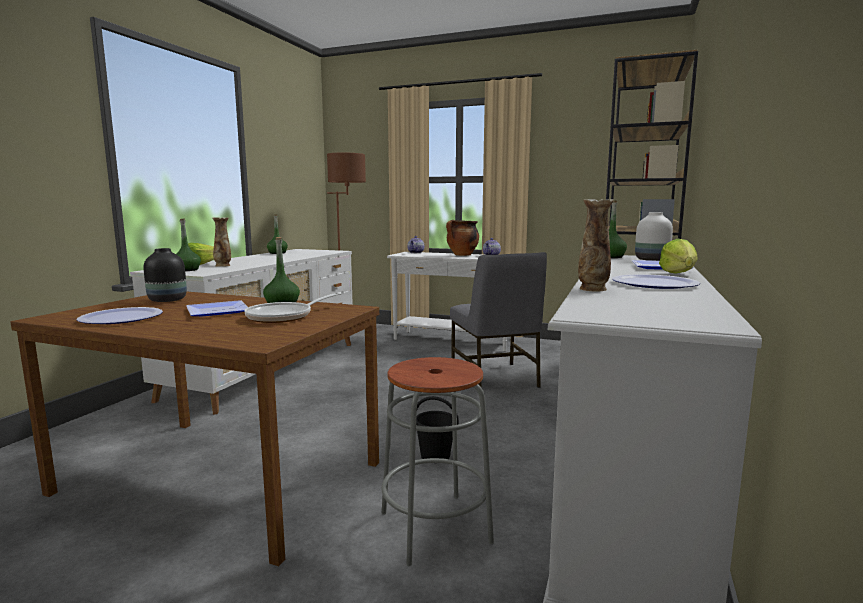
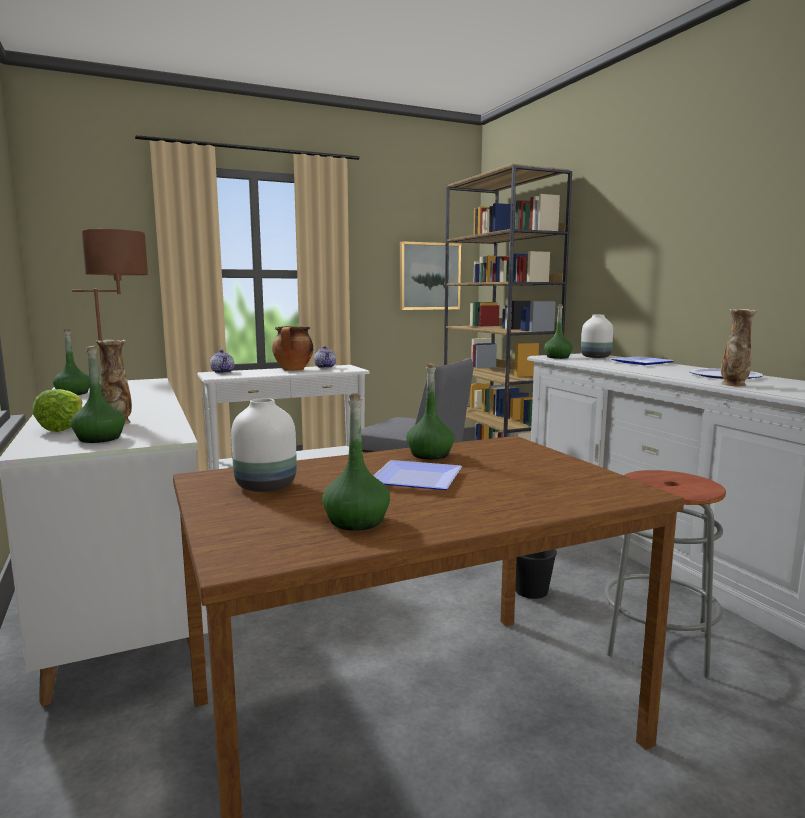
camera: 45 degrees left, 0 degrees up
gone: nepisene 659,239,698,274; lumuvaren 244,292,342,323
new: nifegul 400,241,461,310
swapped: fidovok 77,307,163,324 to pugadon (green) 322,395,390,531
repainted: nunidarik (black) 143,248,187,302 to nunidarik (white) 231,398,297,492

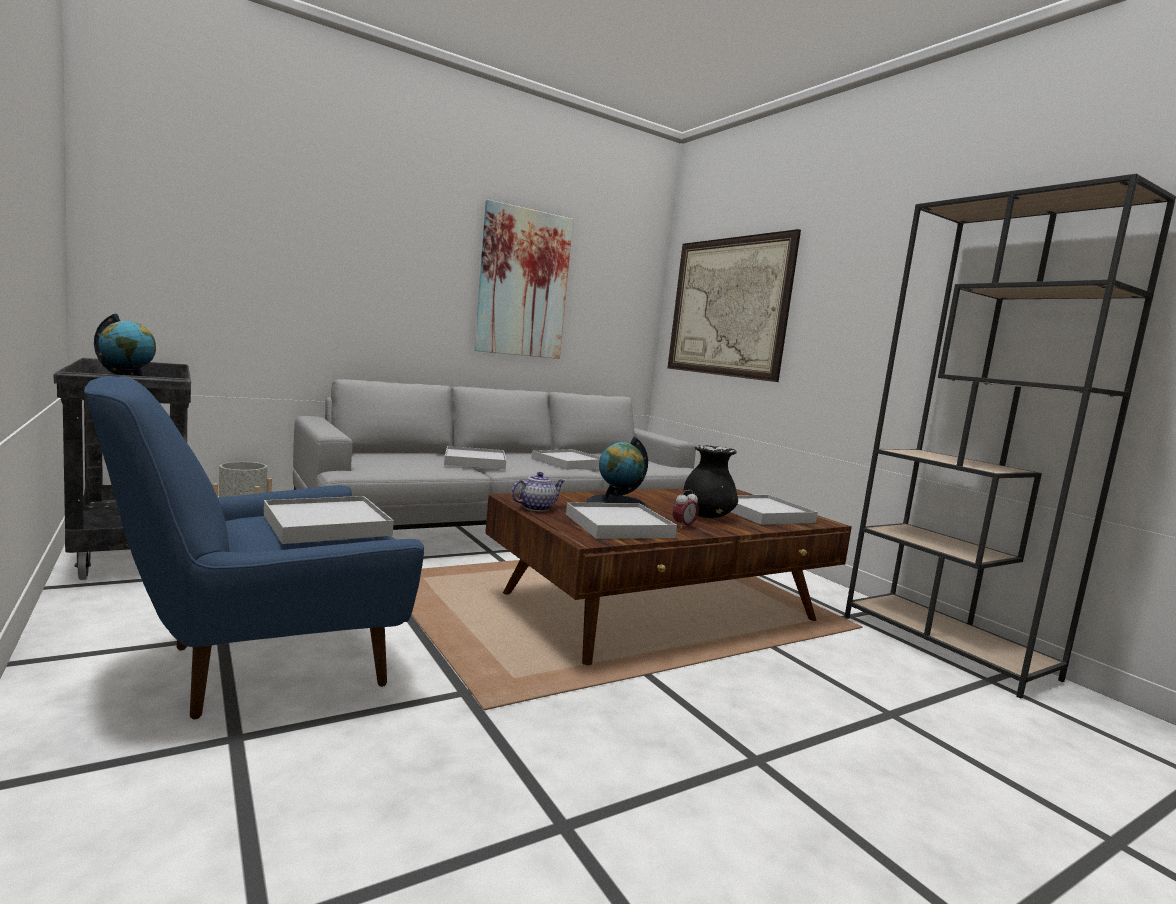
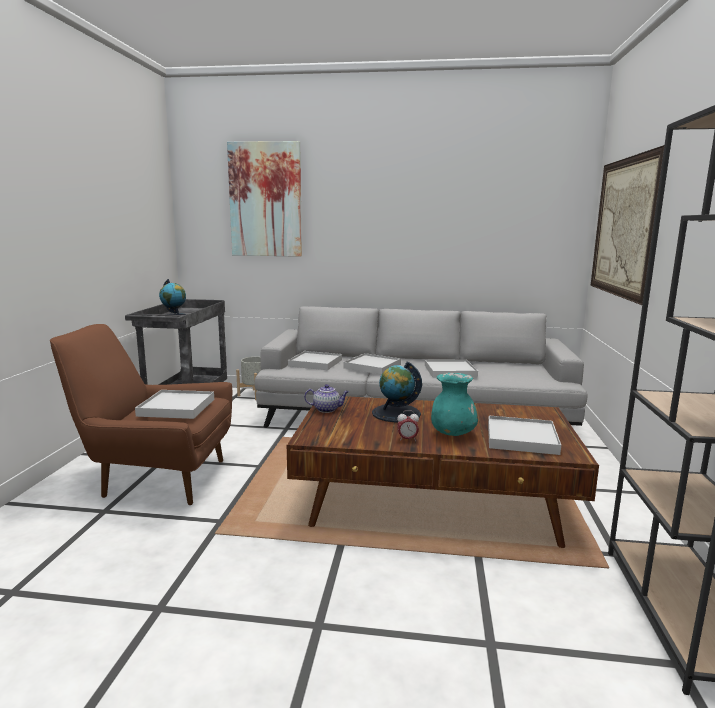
camera: 40 degrees right, 5 degrees up
shifted: nifegul 474,200,573,359 to 227,141,302,257; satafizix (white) 566,503,677,539 to 288,351,342,370
repainted: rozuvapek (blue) 84,376,424,719 to rozuvapek (brown) 50,324,232,505; nunidarik (black) 683,445,738,518 to nunidarik (turquoise) 431,373,478,436

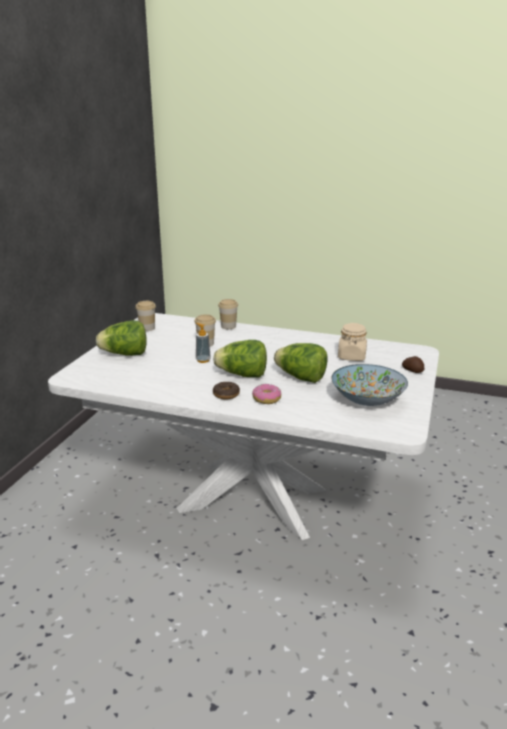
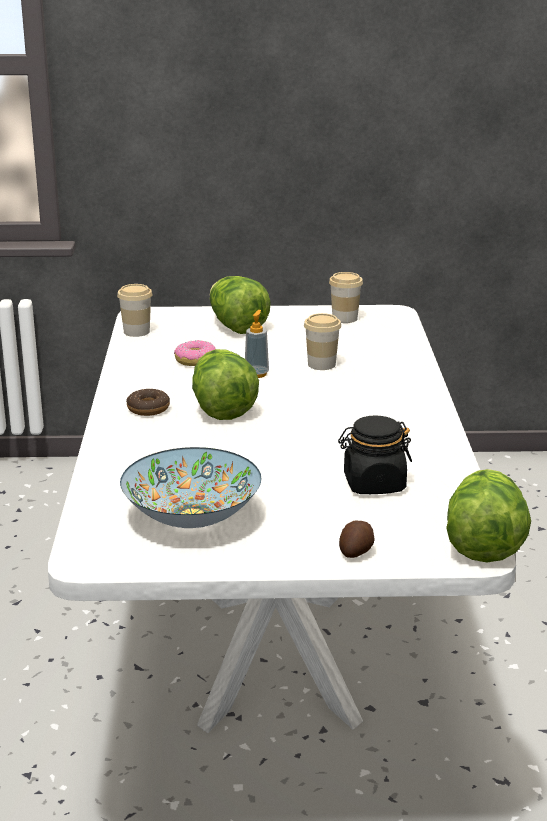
camera: 70 degrees right, 0 degrees up
shifted: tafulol 218,299,238,329 to 117,284,152,337; nepisene 274,343,328,383 to 446,469,531,562; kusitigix 252,384,281,404 to 174,340,216,366
repainted: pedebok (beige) 338,323,367,361 to pedebok (black) 338,416,412,494

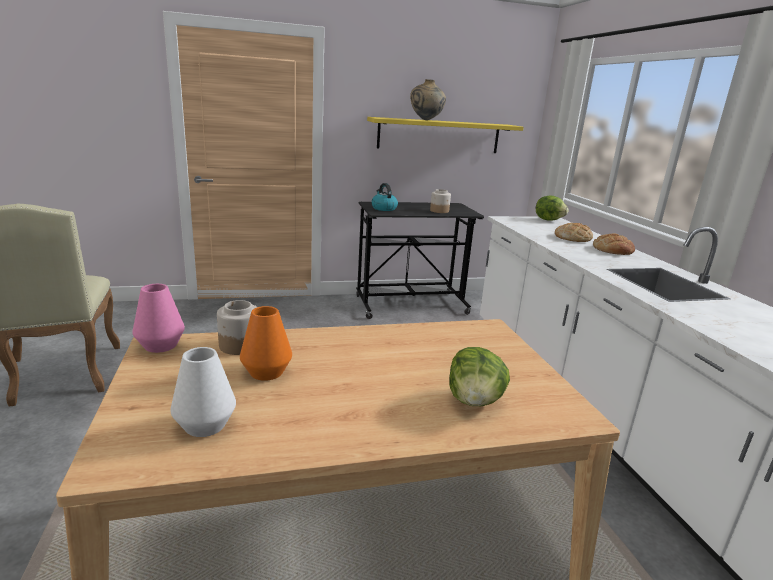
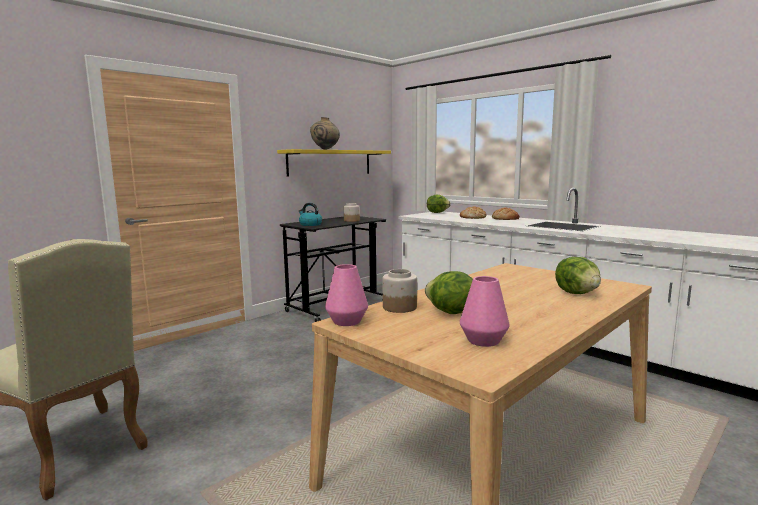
camera: 30 degrees left, 10 degrees down
swapped: nunidarik (orange) 240,306,292,381 to nepisene 425,271,473,314
repainted: nunidarik (white) 170,347,236,437 to nunidarik (pink) 460,276,510,347

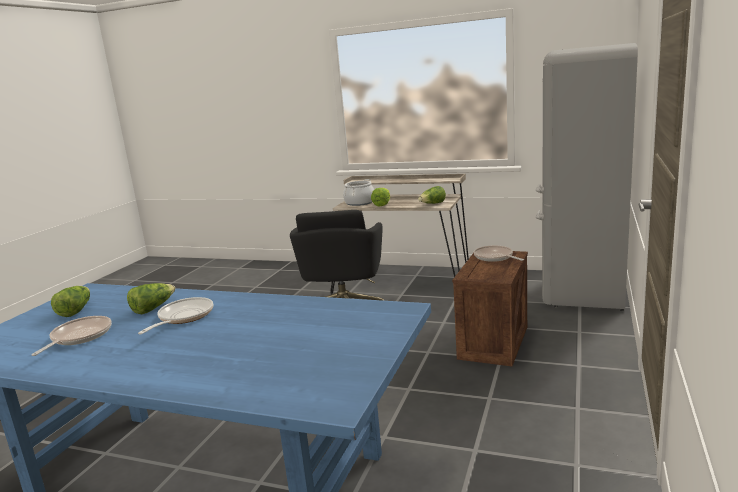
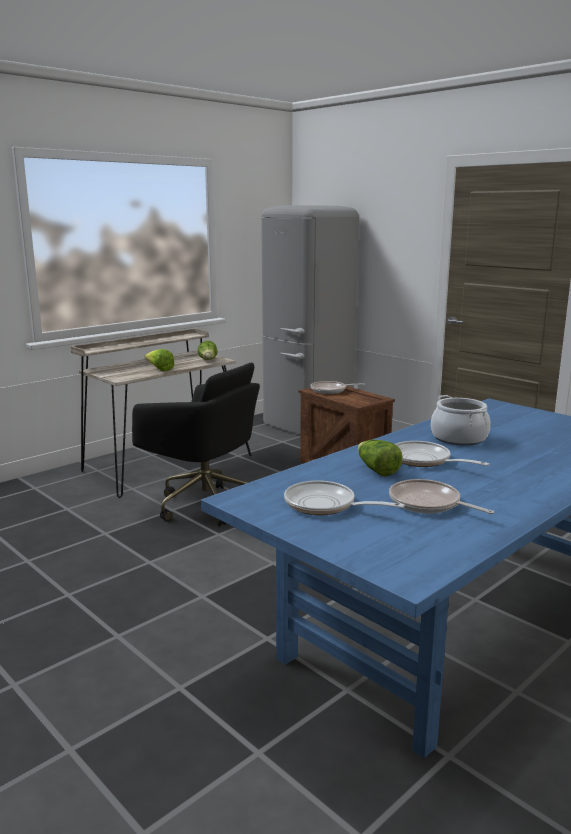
camera: 65 degrees left, 0 degrees up
shifted: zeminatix 343,179,374,206 to 431,395,490,446
swapped: nepisene 51,286,90,317 to lumuvaren 284,481,405,515

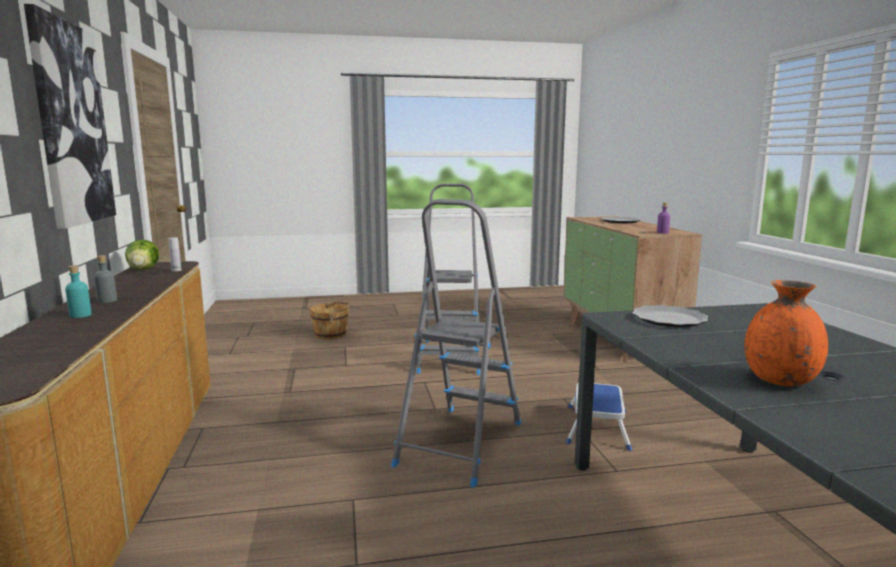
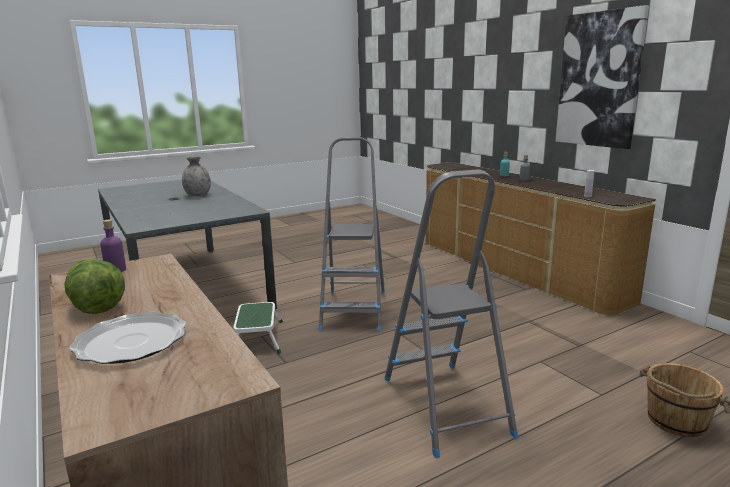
camera: 160 degrees right, 5 degrees up
gone: fidovok 632,305,708,327
shifted: nepisene 125,240,159,270 to 64,259,125,314
repainted: nunidarik (orange) 745,280,828,386 to nunidarik (grey) 182,157,211,196; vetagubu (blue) 566,383,632,451 to vetagubu (green) 234,302,283,354

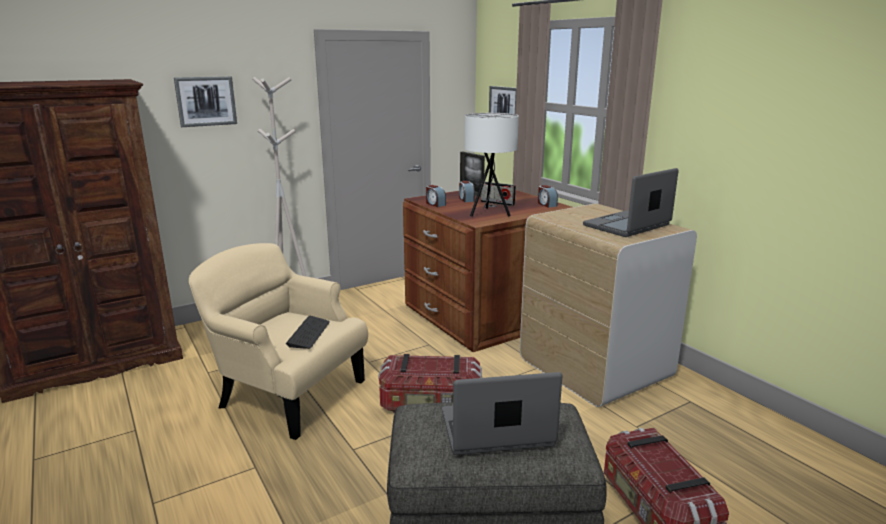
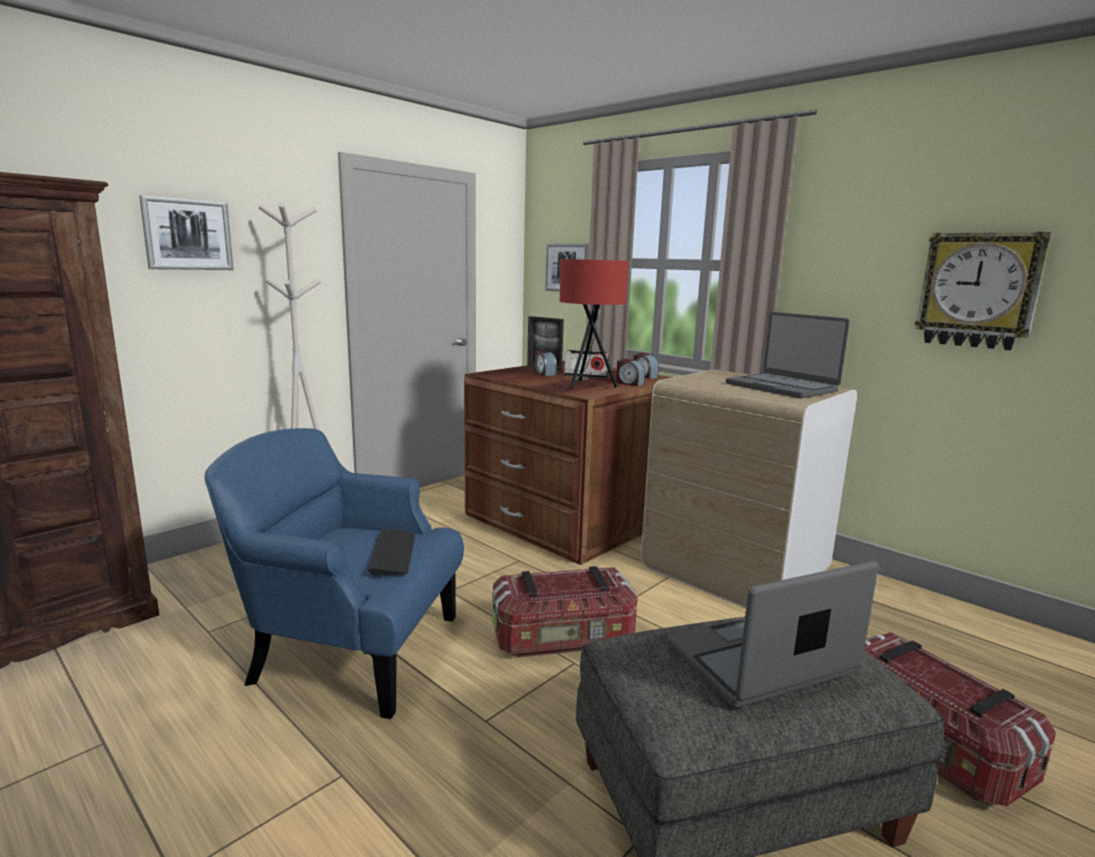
camera: 15 degrees left, 5 degrees down
new: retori 915,232,1052,350
shifted: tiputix 426,185,446,207 to 616,359,645,386
repainted: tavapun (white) 465,113,519,217 to tavapun (red) 560,259,629,389; rozuvapek (beige) 189,243,368,440 to rozuvapek (blue) 204,428,464,719
rotated: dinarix 583,168,679,237 = 726,312,850,398 75 degrees counterclockwise

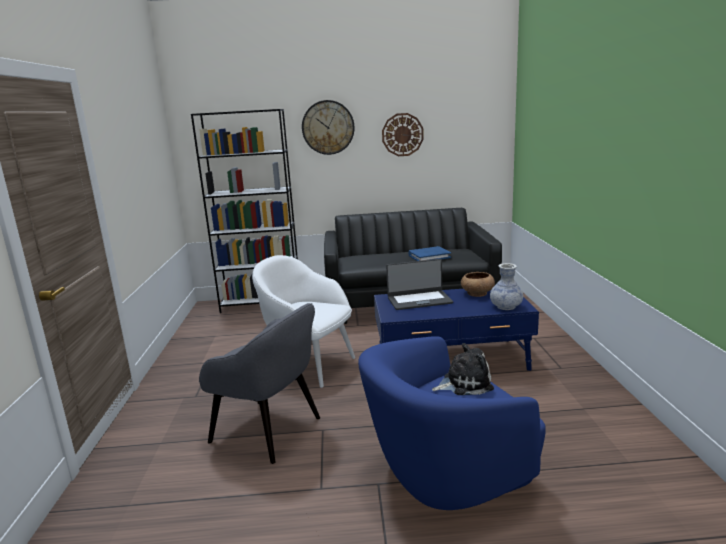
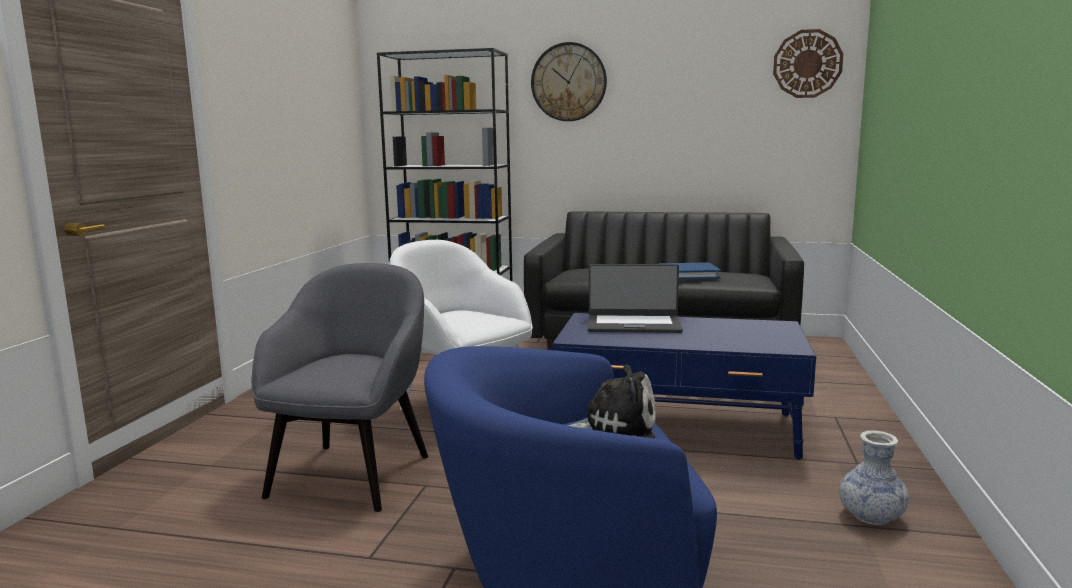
camera: 15 degrees right, 5 degrees down
gone: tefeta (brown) 461,272,495,297
shifted: retori 382,113,424,156 to 773,29,843,98; nunidarik 490,263,523,310 to 839,430,909,525
rotated: rozuvapek (grey) 199,303,320,464 = 252,263,428,512 120 degrees counterclockwise

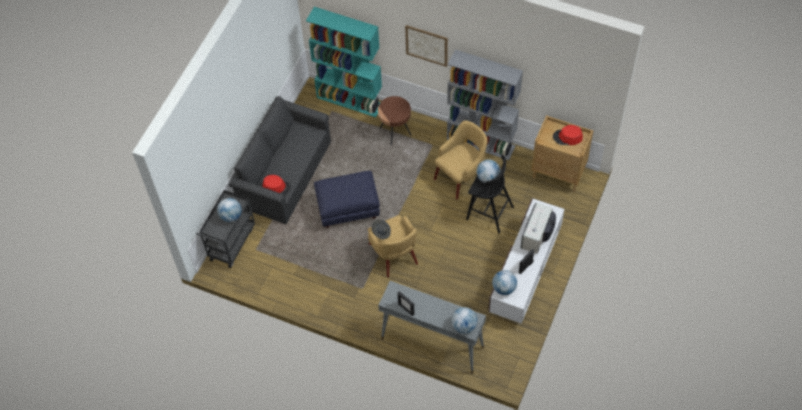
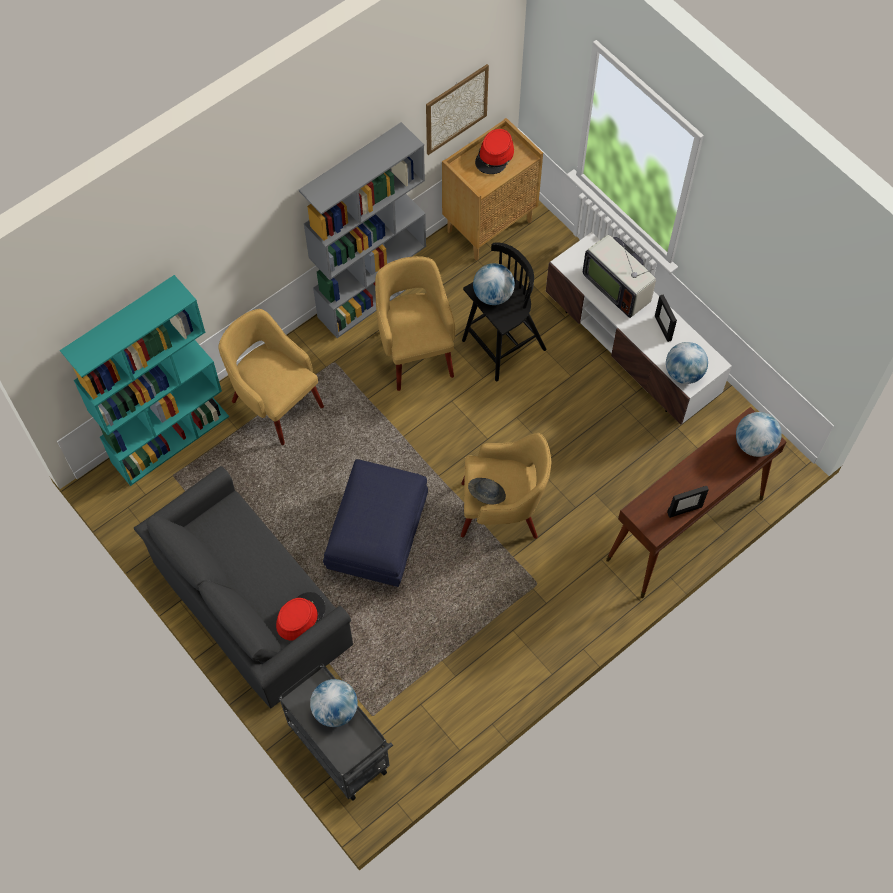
camera: 65 degrees left, 5 degrees up
shifted: nifegul 405,25,448,67 to 426,64,489,155
swapped: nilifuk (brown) 378,96,411,145 to rozuvapek (yellow) 219,309,324,445
repainted: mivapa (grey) 378,281,486,374 to mivapa (brown) 606,407,786,598

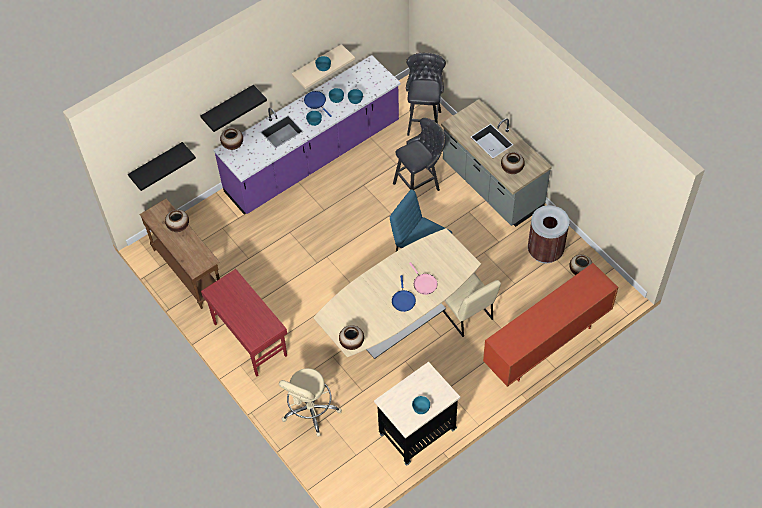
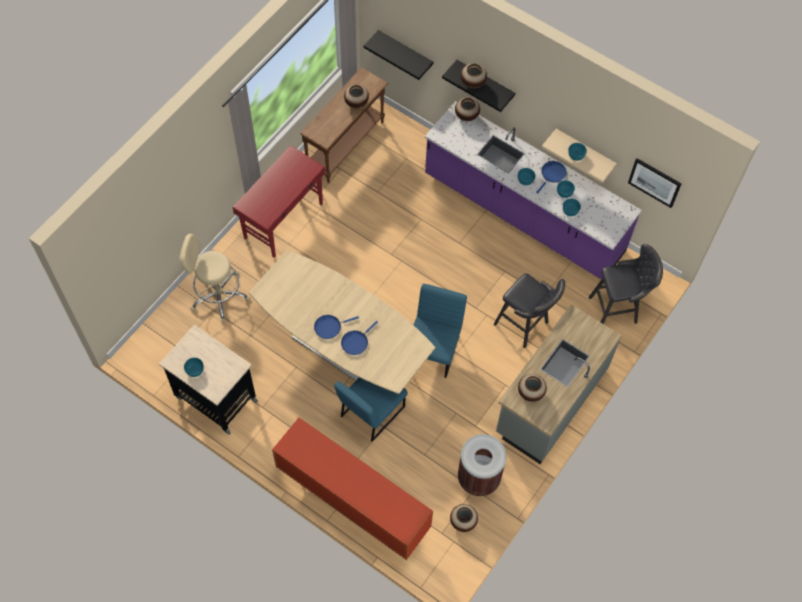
camera: 70 degrees right, 5 degrees up
new: nifegul 628,158,681,208
shifted: nunidarik 339,325,364,350 to 461,63,487,89
repainted: lumuvaren (pink) 409,262,438,295 to lumuvaren (blue) 341,321,378,355; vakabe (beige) 443,272,501,337 to vakabe (blue) 334,377,408,442

